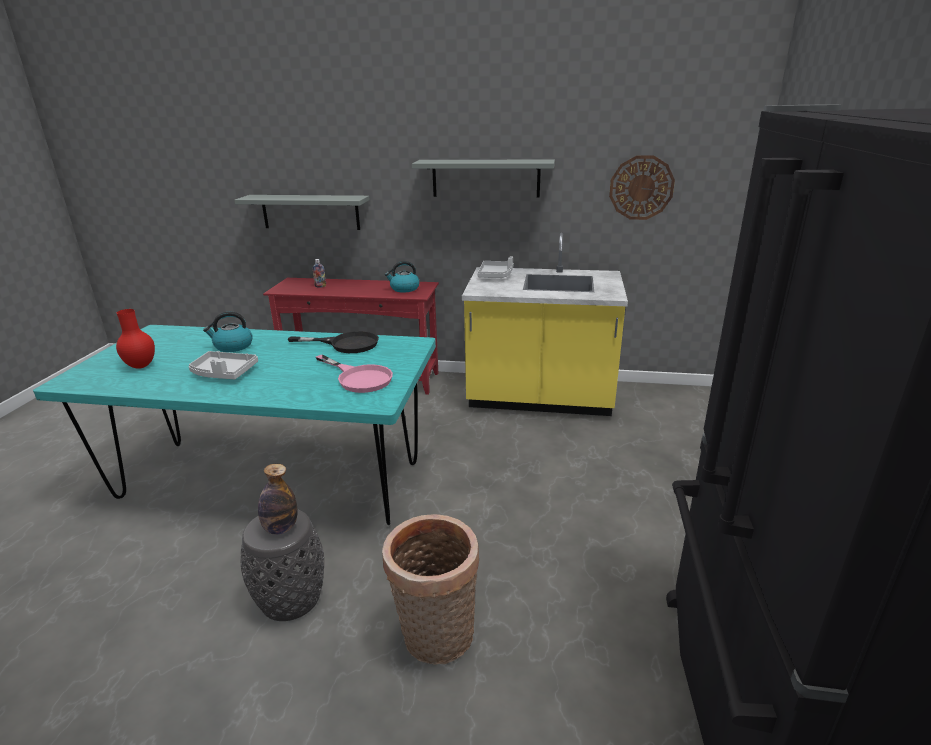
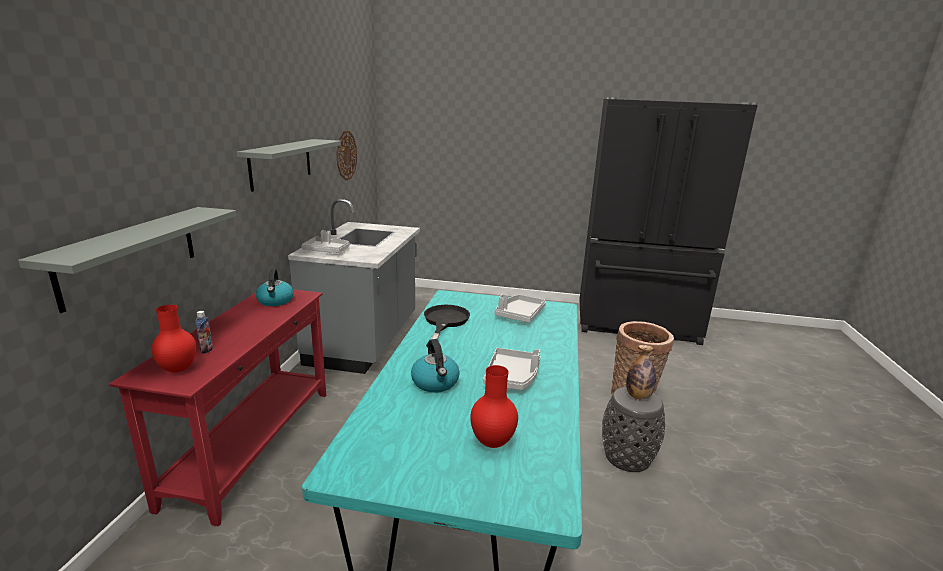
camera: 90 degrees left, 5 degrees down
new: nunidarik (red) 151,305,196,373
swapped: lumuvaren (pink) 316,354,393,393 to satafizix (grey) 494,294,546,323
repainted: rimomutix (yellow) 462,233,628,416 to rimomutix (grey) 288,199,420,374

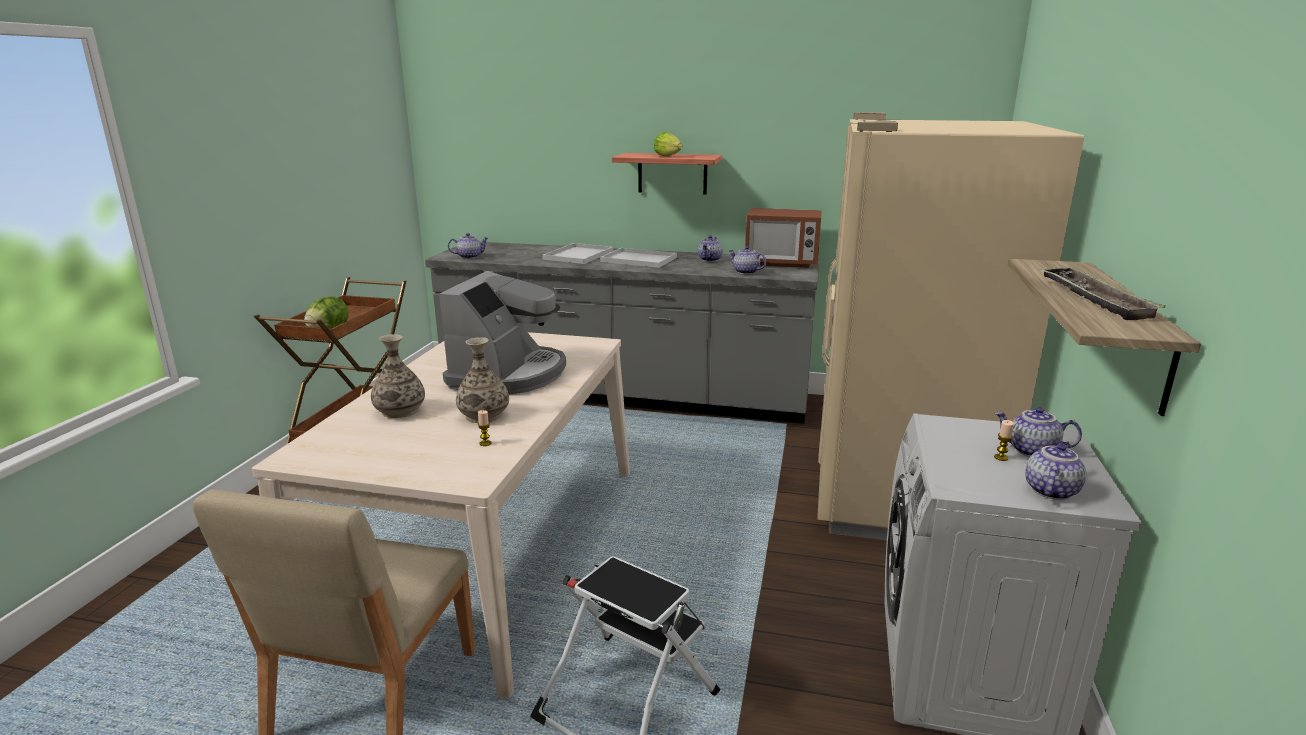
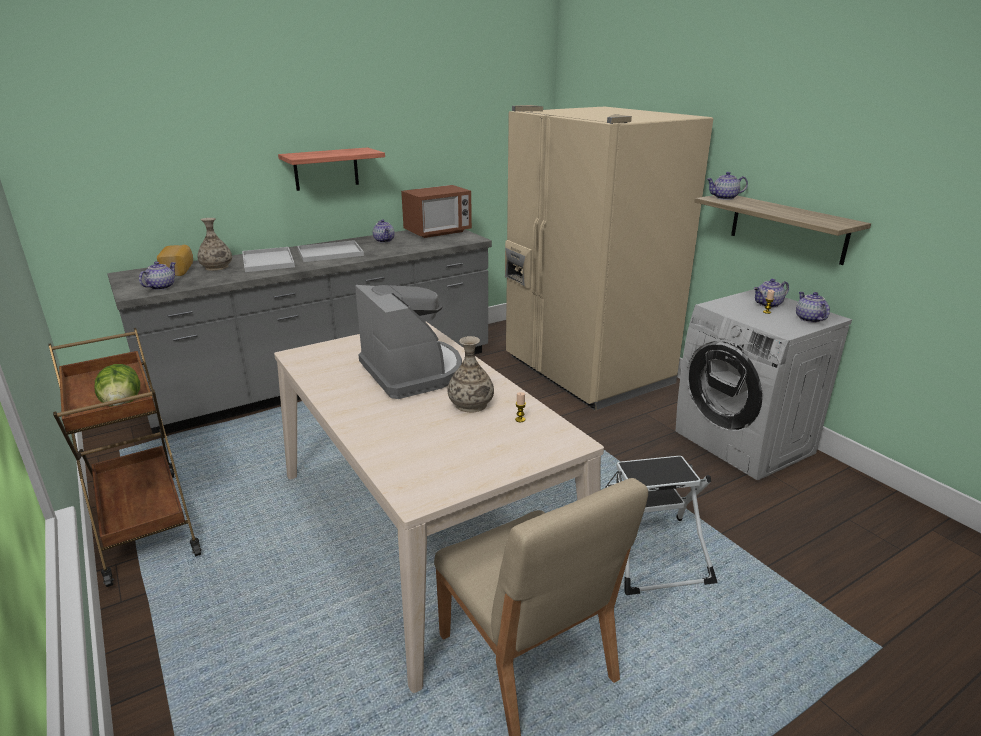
camera: 45 degrees left, 5 degrees up
gone: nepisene 654,132,682,156; satafizix 1040,267,1166,320
new: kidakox 157,245,193,276
shifted: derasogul 728,246,766,274 to 707,172,748,200; nunidarik 371,334,425,418 to 197,218,232,271

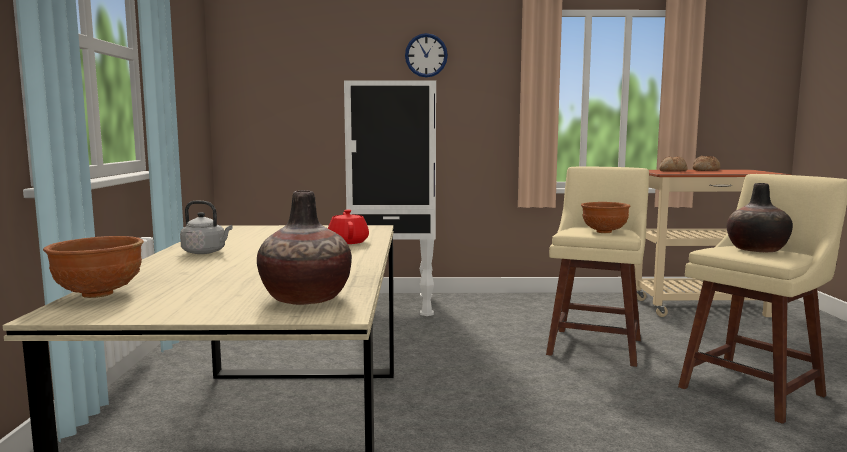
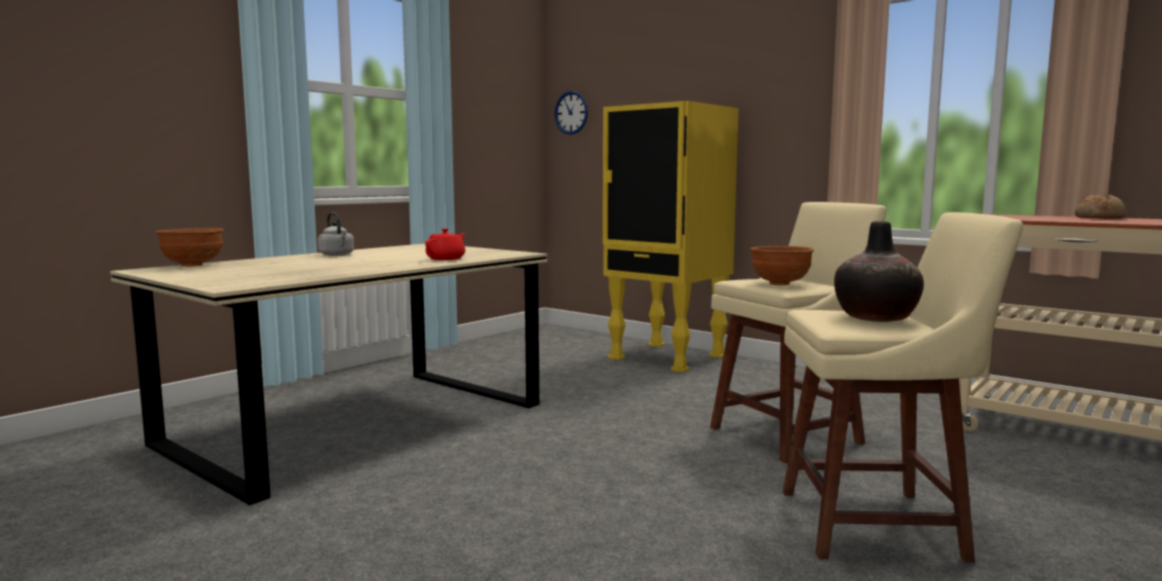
camera: 40 degrees right, 0 degrees up
gone: kidakox 659,156,688,172; nunidarik 257,190,352,305
shifted: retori 405,33,448,78 to 555,91,588,135
repainted: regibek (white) 344,81,436,316 to regibek (yellow) 603,101,739,372

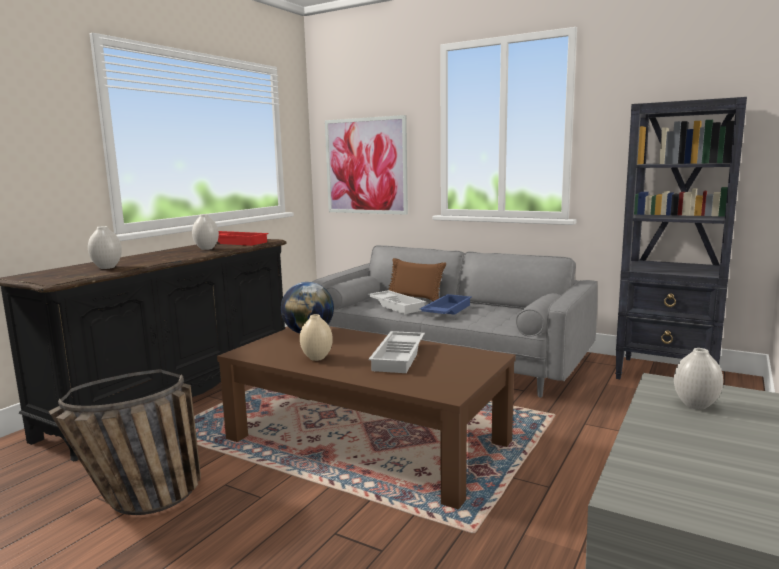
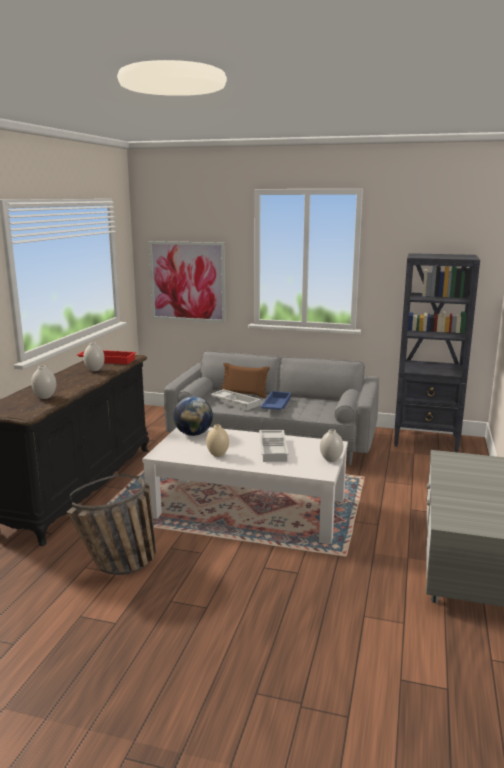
camera: 15 degrees left, 5 degrees up
shifted: nunidarik (white) 674,348,723,410 to 320,429,343,462
repainted: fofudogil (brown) 217,326,516,509 to fofudogil (white) 142,427,348,544

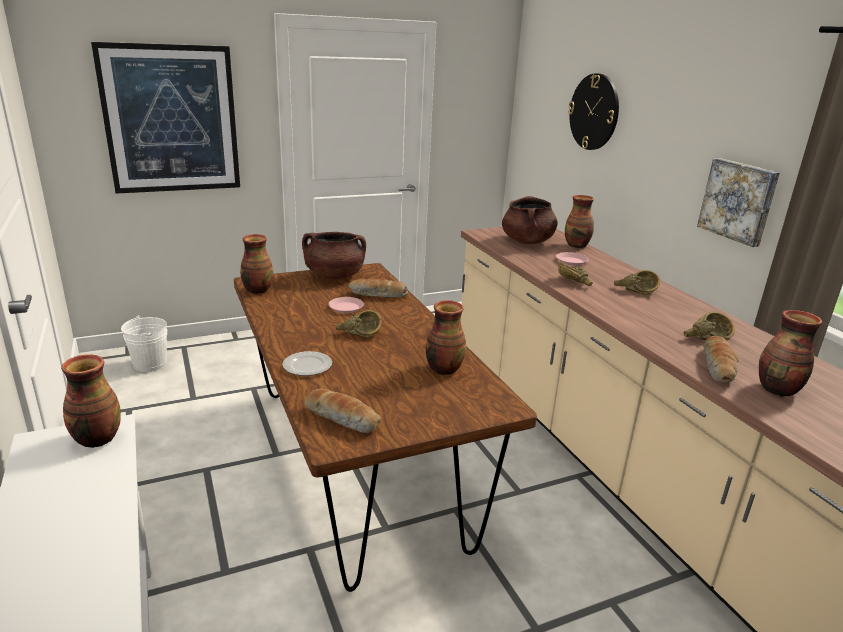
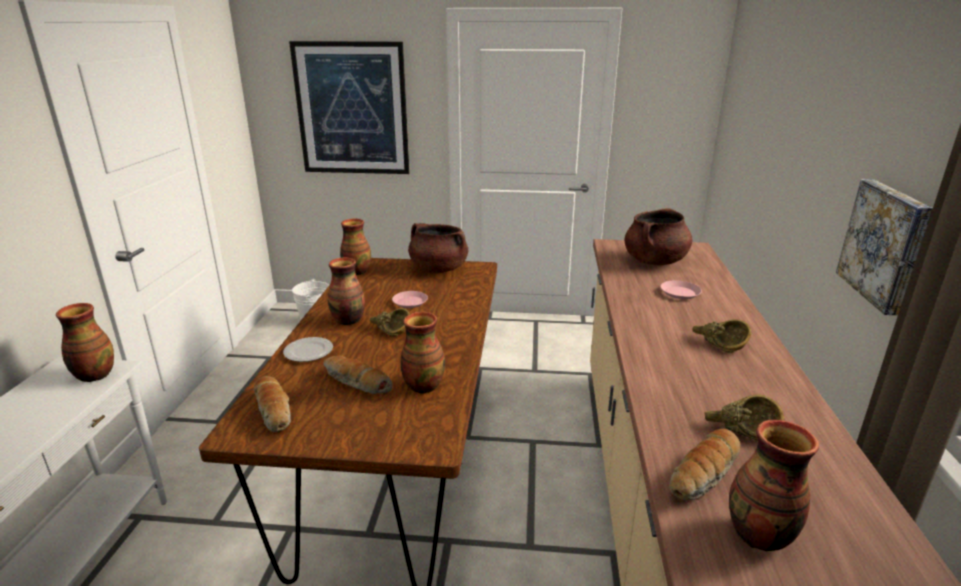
camera: 30 degrees right, 0 degrees up
gone: retori 568,73,619,150; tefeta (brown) 558,261,593,286
shifted: nunidarik 565,195,594,248 to 327,257,365,325; kidakox 349,278,408,298 to 323,356,393,394

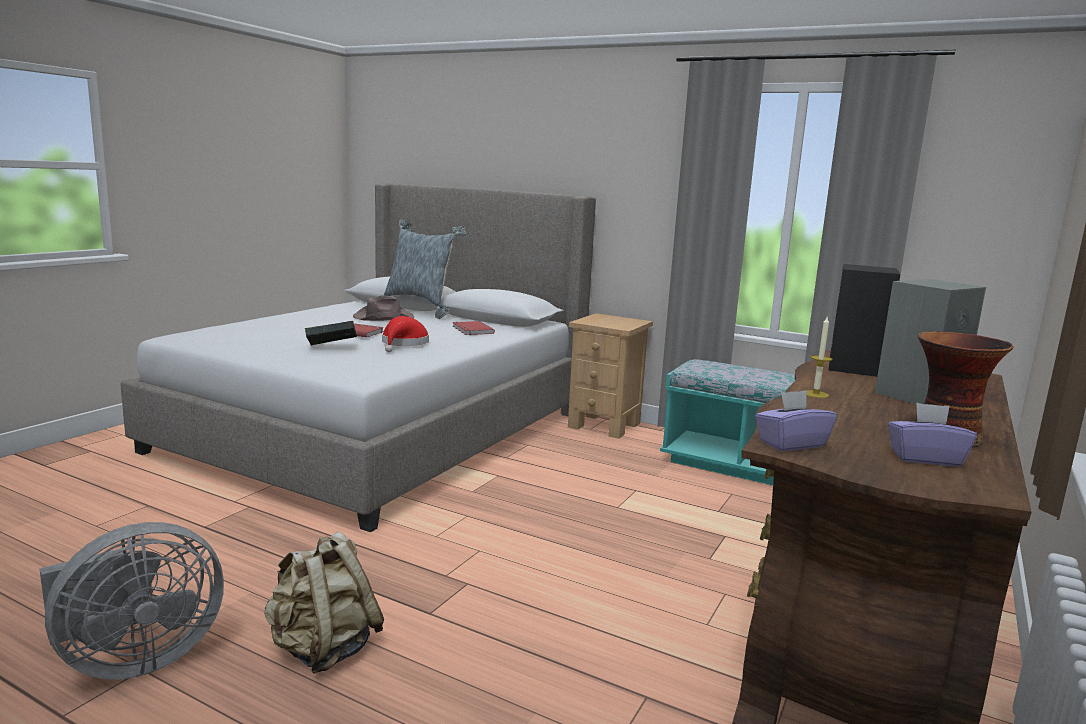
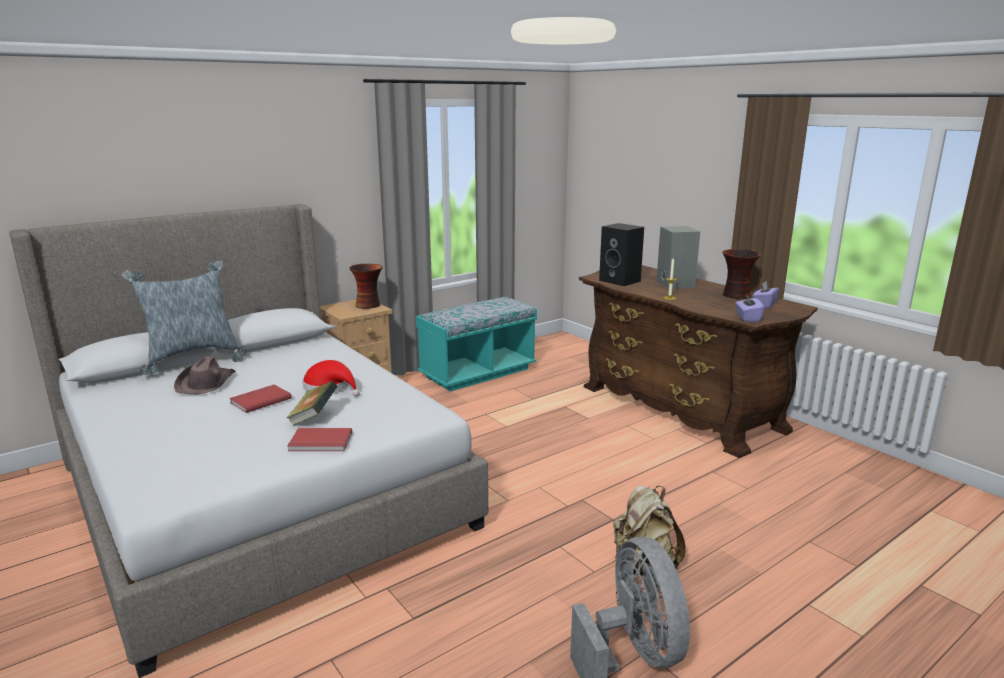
camera: 65 degrees left, 5 degrees up
new: nunidarik 349,264,383,309
shifted: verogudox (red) 453,321,495,335 to 287,428,352,451

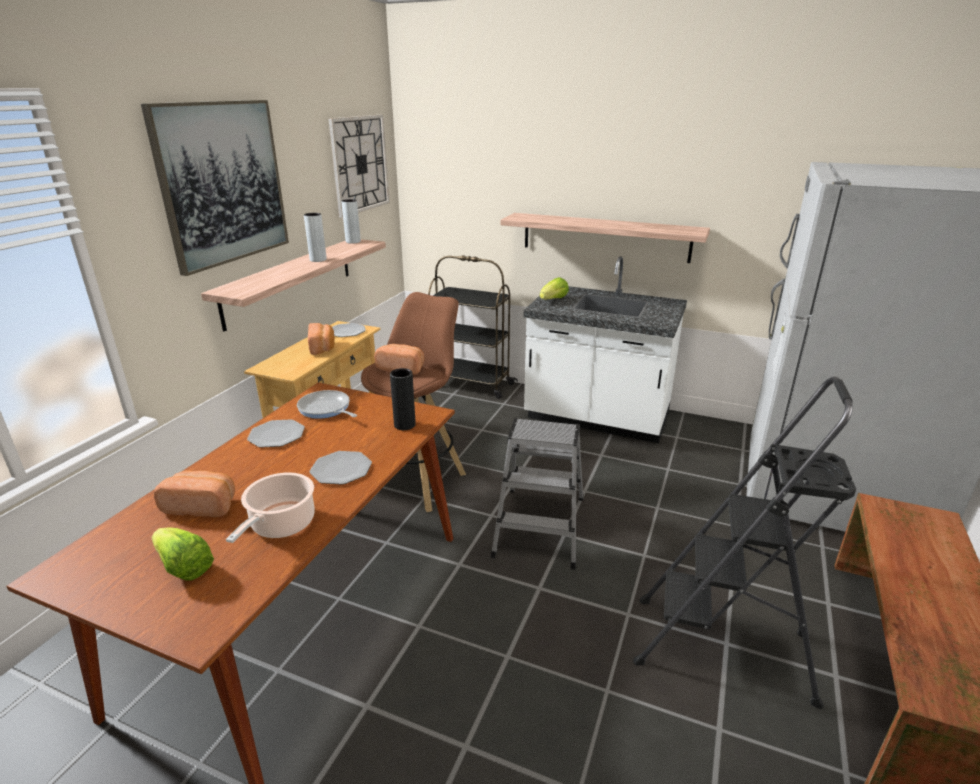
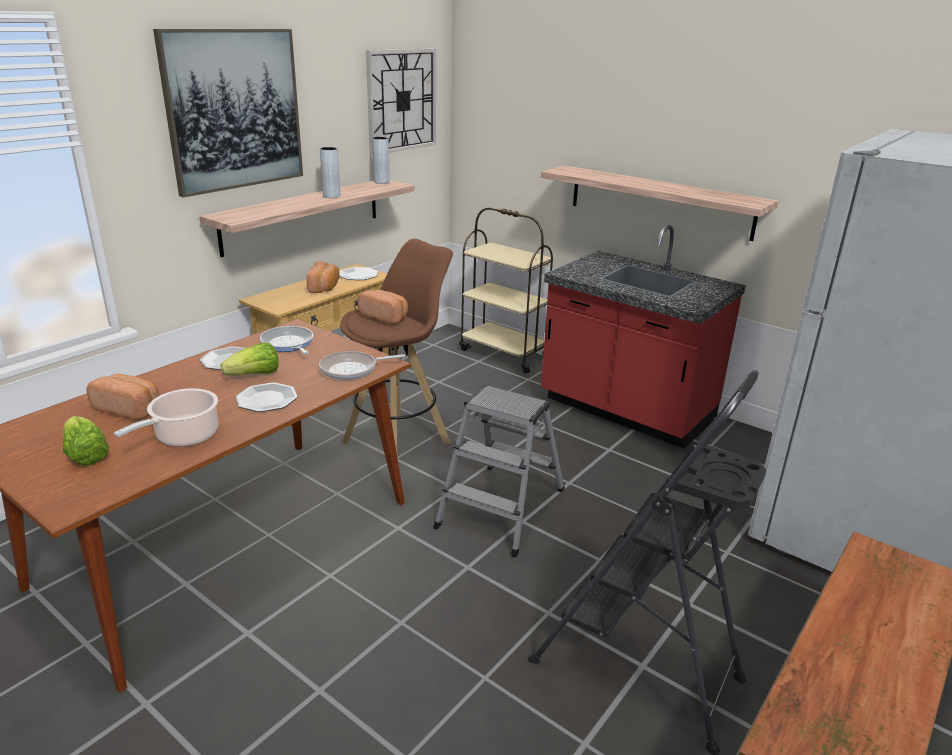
camera: 15 degrees right, 0 degrees up
shifted: nepisene 540,277,569,299 to 221,343,279,376
swapped: nunidarik (black) 390,368,416,430 to lumuvaren 319,351,405,380
repainted: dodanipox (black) 428,255,518,399 to dodanipox (beige) 459,207,553,374; rimomutix (white) 524,257,687,443 to rimomutix (red) 541,225,746,449

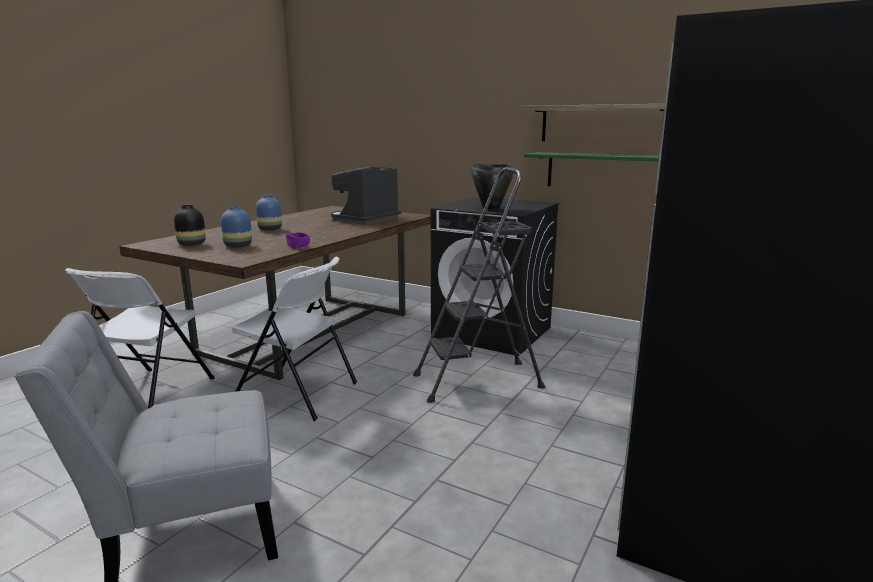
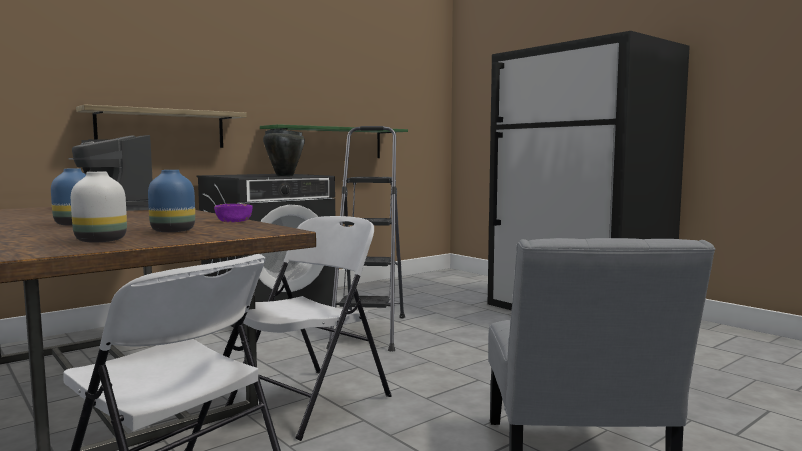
camera: 70 degrees left, 10 degrees down
shifted: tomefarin 521,104,665,141 to 76,104,247,148
repainted: nunidarik (black) 174,205,206,246 to nunidarik (white) 71,172,127,242

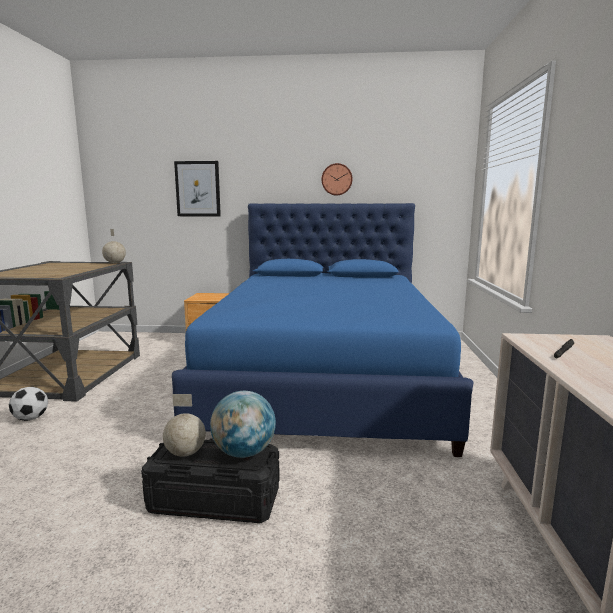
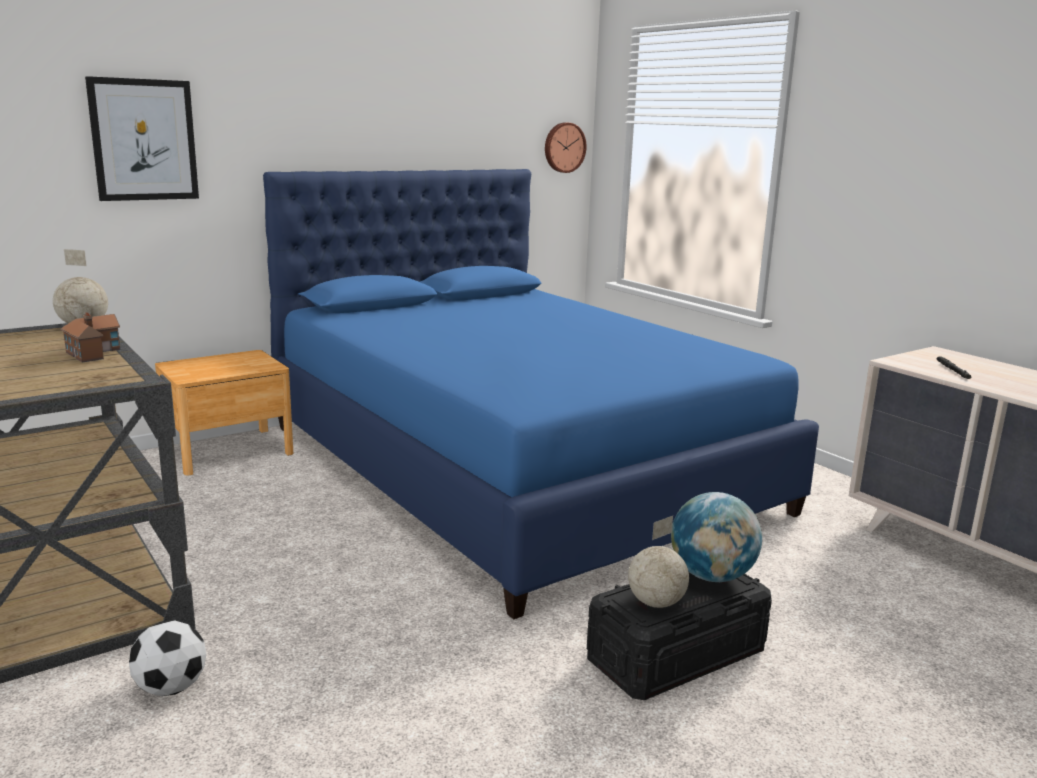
camera: 40 degrees left, 5 degrees up
new: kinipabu 61,313,120,363
shifted: retori 321,163,352,196 to 545,123,587,173

